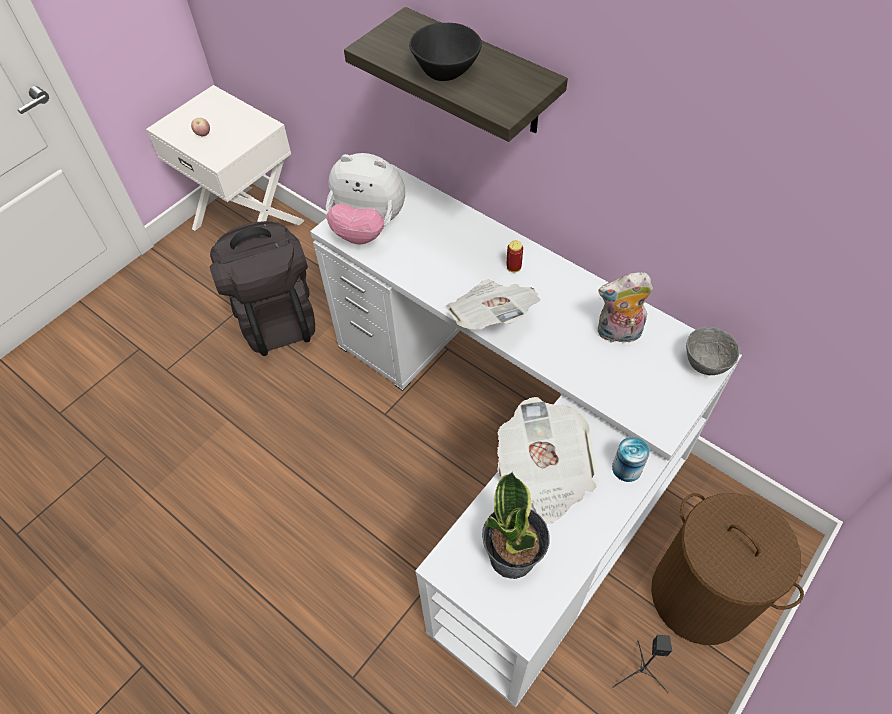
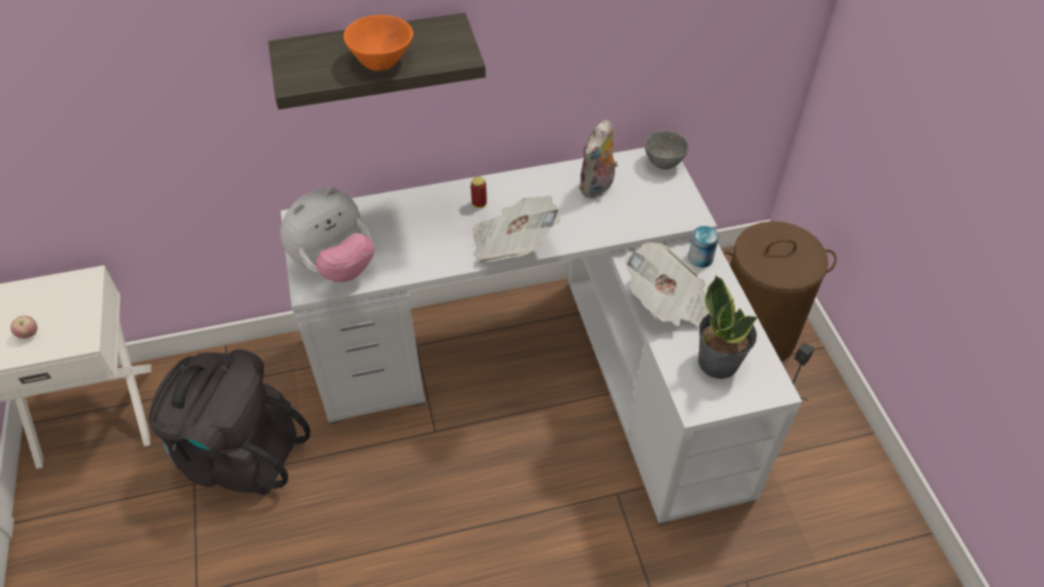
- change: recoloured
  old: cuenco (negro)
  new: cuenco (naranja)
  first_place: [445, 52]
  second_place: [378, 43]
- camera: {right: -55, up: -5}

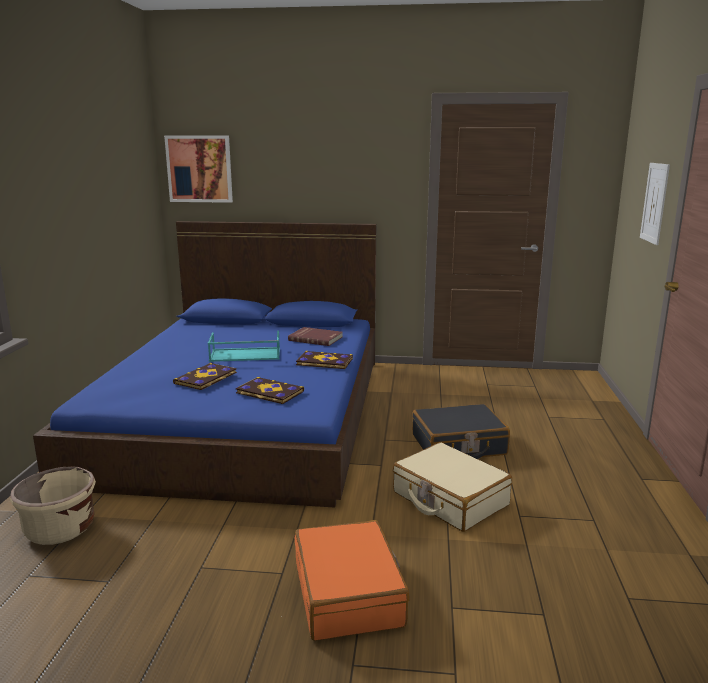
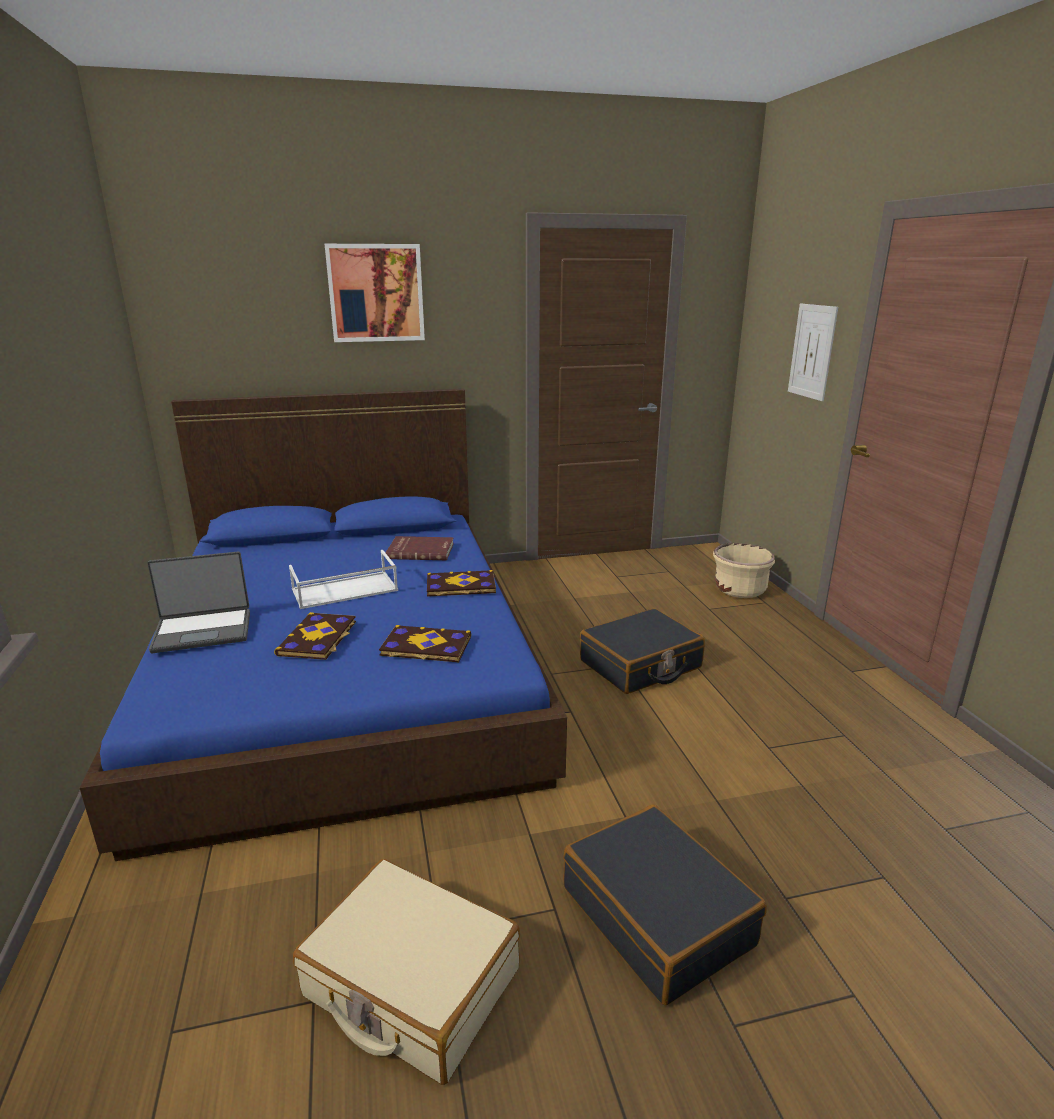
- change: added
  new: portátil
  second_place: [198, 602]
- change: moved
  old: maceta (beis)
  first_place: [53, 505]
  second_place: [744, 570]
- change: moved
  old: cuadro
  first_place: [198, 169]
  second_place: [375, 293]
- change: moved
  old: maleta (beis)
  first_place: [452, 487]
  second_place: [406, 972]
- change: recoloured
  old: bandeja (turquesa)
  new: bandeja (blanco)
  first_place: [244, 346]
  second_place: [343, 579]
- change: recoloured
  old: maleta (naranja)
  new: maleta (negro)
  first_place: [352, 580]
  second_place: [664, 904]
- camera: {right: -20, up: 5}

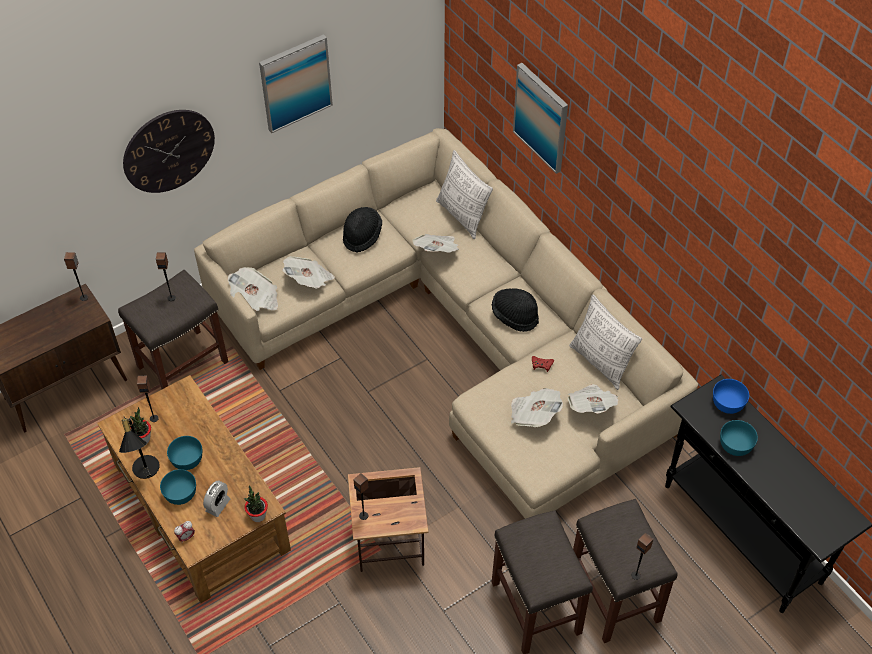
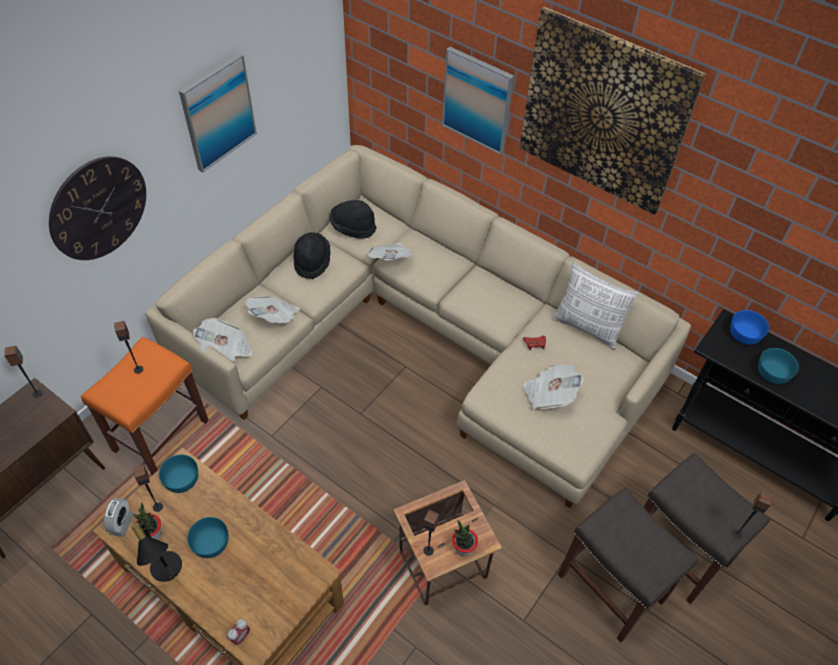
- change: removed
  old: cojín
  first_place: [464, 194]
- change: removed
  old: periódico
  first_place: [593, 399]
- change: added
  new: cuadro
  second_place: [612, 111]
- change: moved
  old: cuenco (turquesa)
  first_place: [178, 487]
  second_place: [178, 474]
- change: moved
  old: despertador
  first_place: [216, 498]
  second_place: [119, 517]
- change: moved
  old: planta en maceta
  first_place: [256, 503]
  second_place: [465, 538]
- change: moved
  old: sombrero (negro)
  first_place: [515, 310]
  second_place: [353, 219]
- change: recoloured
  old: taburete (gris)
  new: taburete (naranja)
  first_place: [173, 329]
  second_place: [145, 406]
- camera: {right: -20, up: 0}

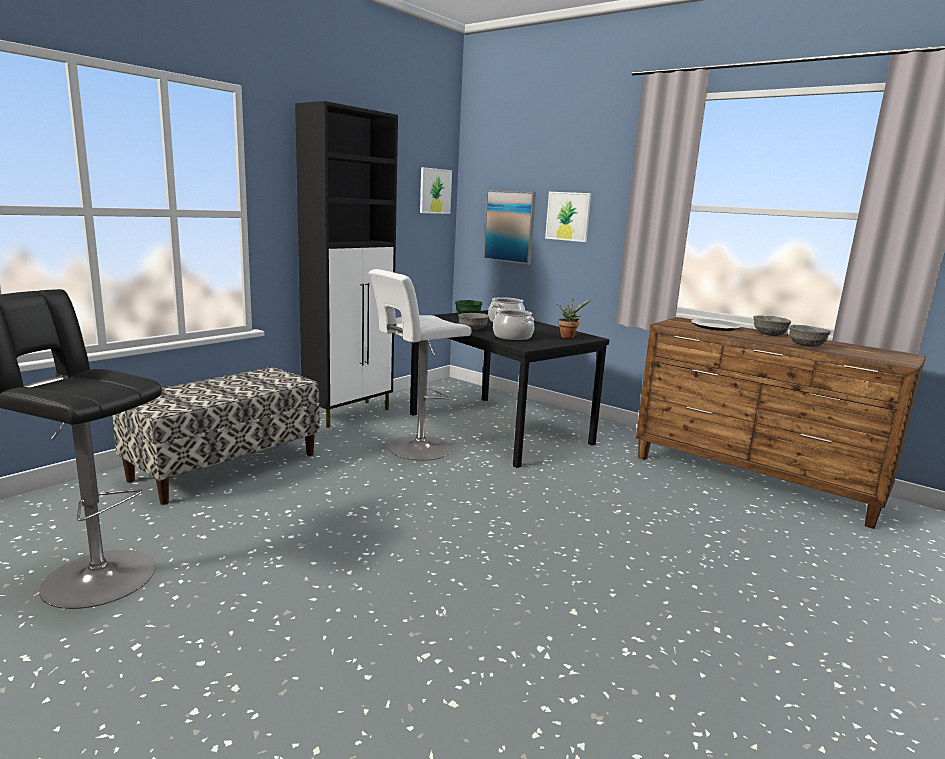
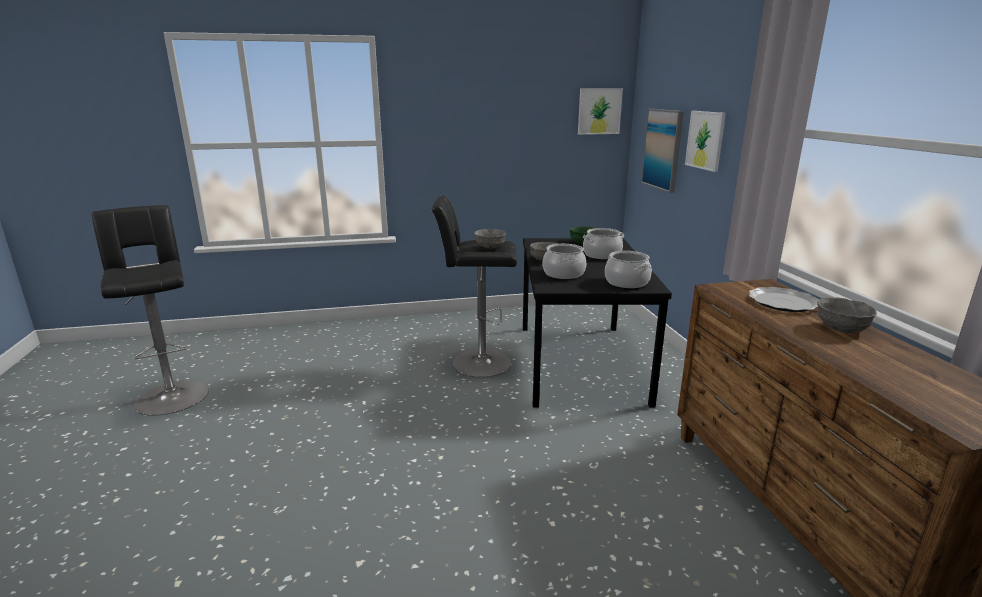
- change: removed
  old: banco
  first_place: [216, 436]
- change: removed
  old: armario (negro)
  first_place: [346, 264]
- change: moved
  old: cuenco (gris)
  first_place: [810, 336]
  second_place: [490, 239]
- change: replaced
  old: planta en maceta
  new: olla
  first_place: [574, 319]
  second_place: [628, 269]
- change: recoloured
  old: taburete (blanco)
  new: taburete (negro)
  first_place: [420, 365]
  second_place: [474, 286]
- camera: {right: 40, up: 5}

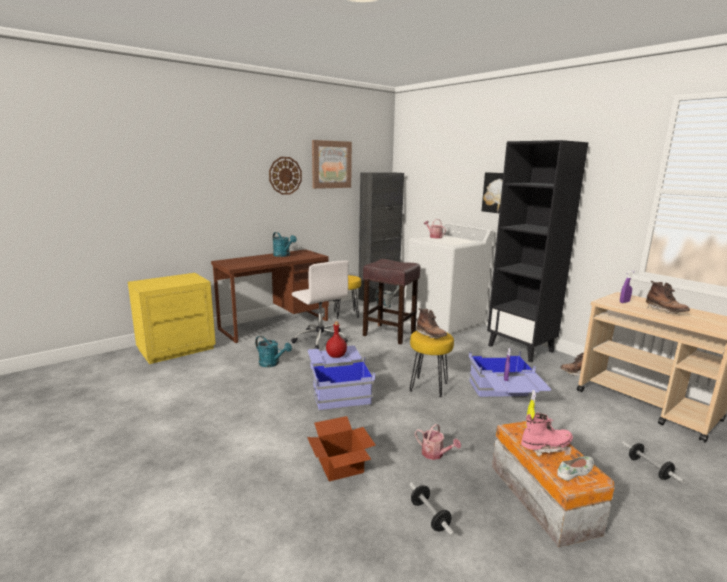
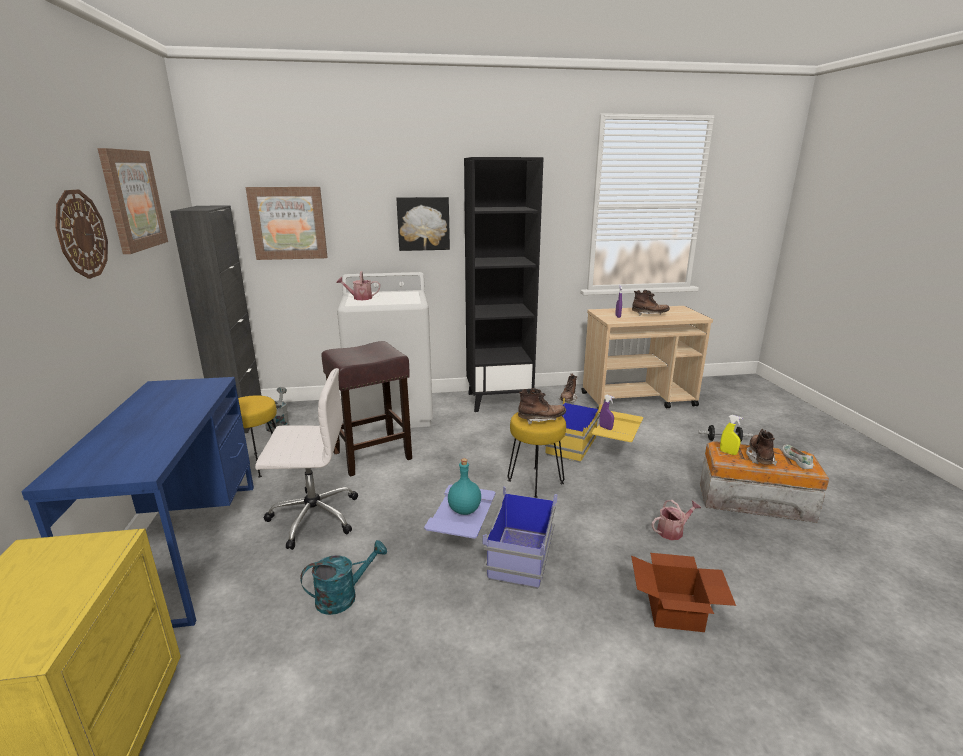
- change: removed
  old: regadera (turquesa)
  first_place: [285, 244]
- change: removed
  old: mancuerna
  first_place: [432, 509]
- change: added
  new: cuadro
  second_place: [287, 223]
- change: recoloured
  old: escritorio (marrón)
  new: escritorio (azul)
  first_place: [270, 296]
  second_place: [137, 502]
- change: recoloured
  old: botella (rojo)
  new: botella (turquesa)
  first_place: [336, 339]
  second_place: [464, 486]
- change: recoloured
  old: caja de almacenaje (azul)
  new: caja de almacenaje (amarillo)
  first_place: [509, 374]
  second_place: [593, 430]
- change: recoloured
  old: bota (rosa)
  new: bota (marrón)
  first_place: [547, 435]
  second_place: [761, 447]
- camera: {right: -60, up: 5}

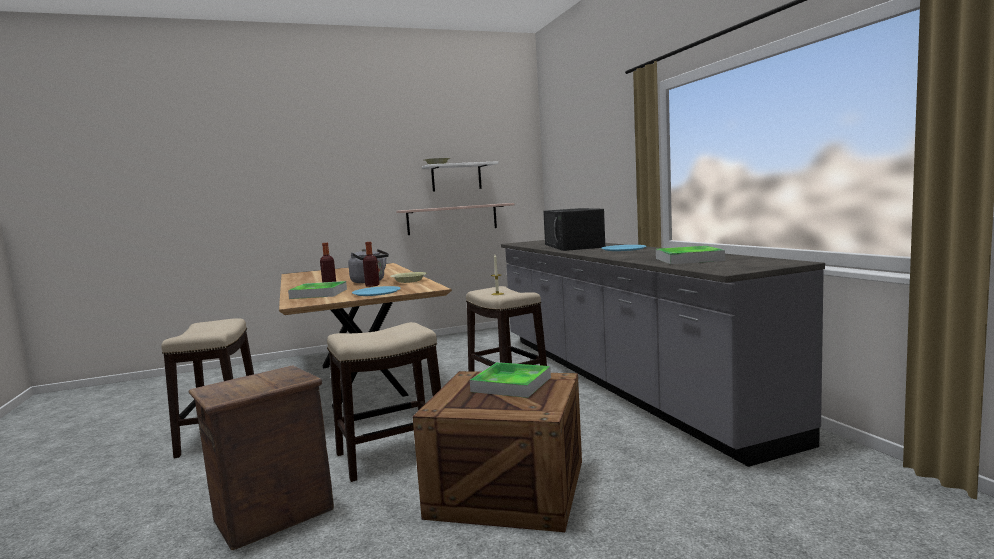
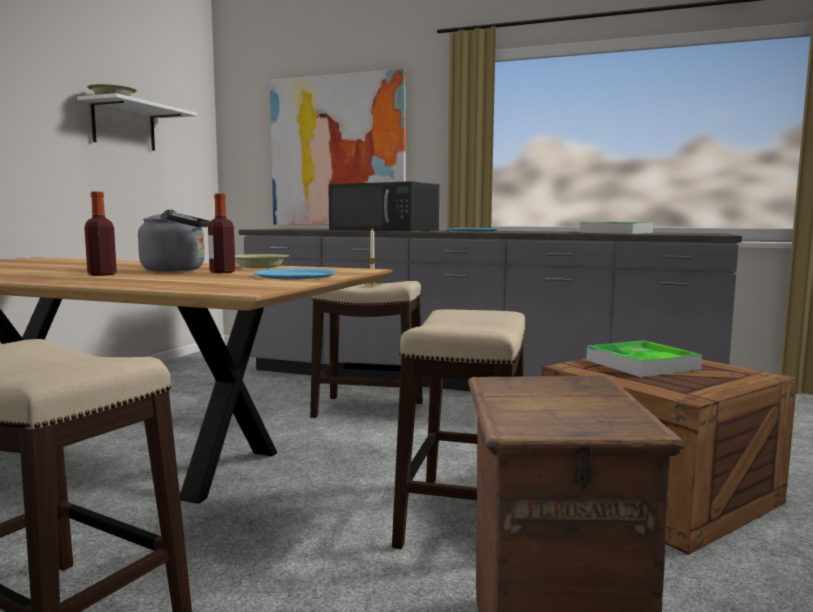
- change: removed
  old: bandeja
  first_place: [317, 290]
- change: removed
  old: estante
  first_place: [455, 219]
- change: added
  new: cuadro
  second_place: [338, 147]
- camera: {right: -50, up: 0}

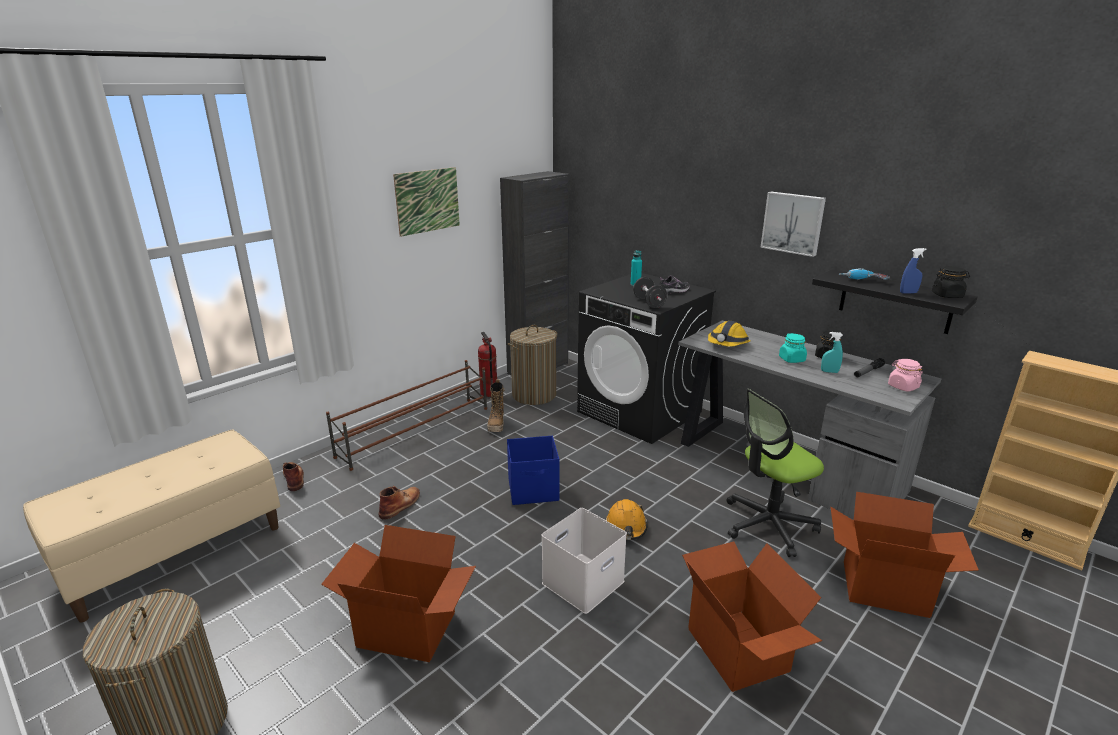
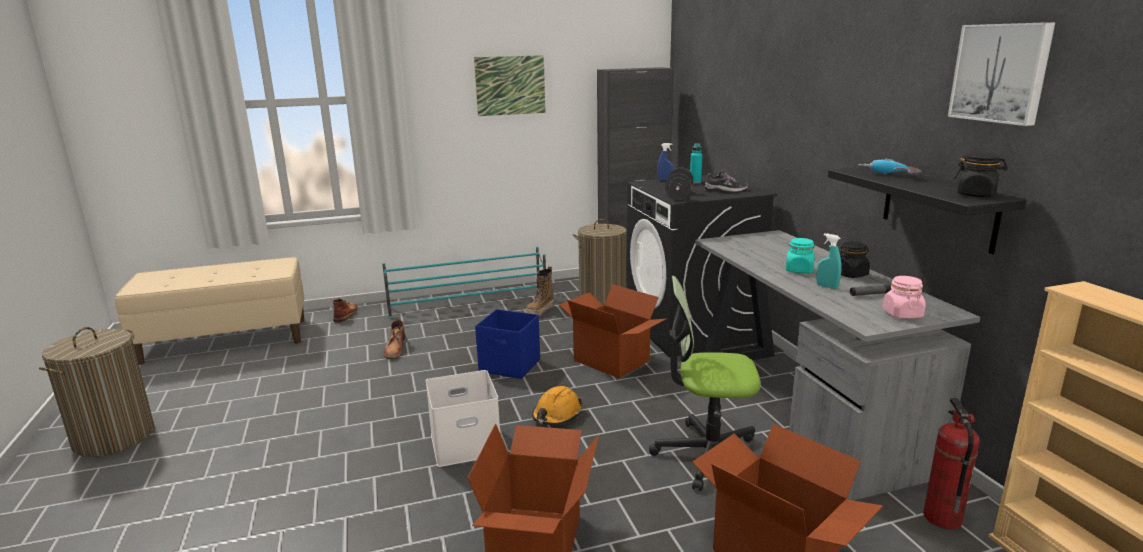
- change: removed
  old: casco
  first_place: [729, 334]
- change: moved
  old: caja de cartón
  first_place: [398, 593]
  second_place: [613, 331]
- change: moved
  old: extintor
  first_place: [487, 364]
  second_place: [951, 463]
- change: moved
  old: cuadro
  first_place: [793, 224]
  second_place: [1001, 74]
- change: moved
  old: pulverizador (azul)
  first_place: [913, 271]
  second_place: [665, 162]
- change: recoloured
  old: zapatero (marrón)
  new: zapatero (turquesa)
  first_place: [406, 415]
  second_place: [464, 282]
- change: turned
  old: bota (marrón)
  first_place: [399, 502]
  second_place: [395, 339]
  degrees: 120
- camera: {right: 30, up: -5}

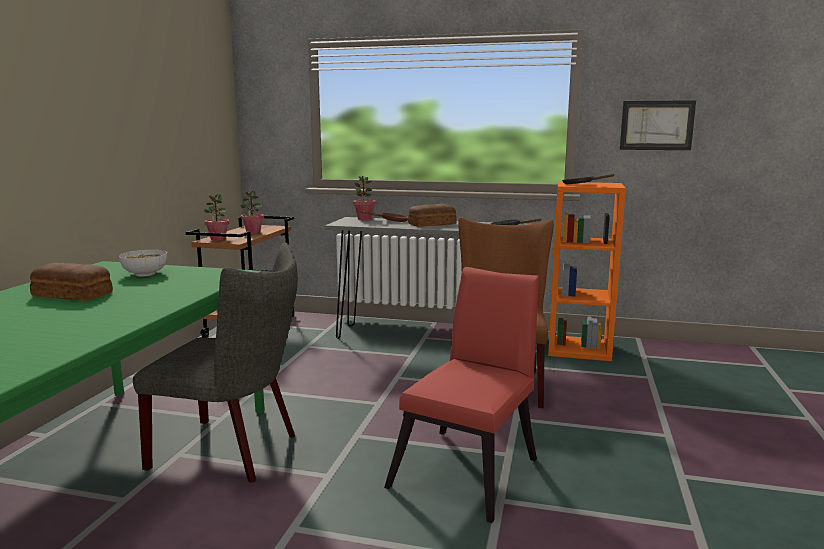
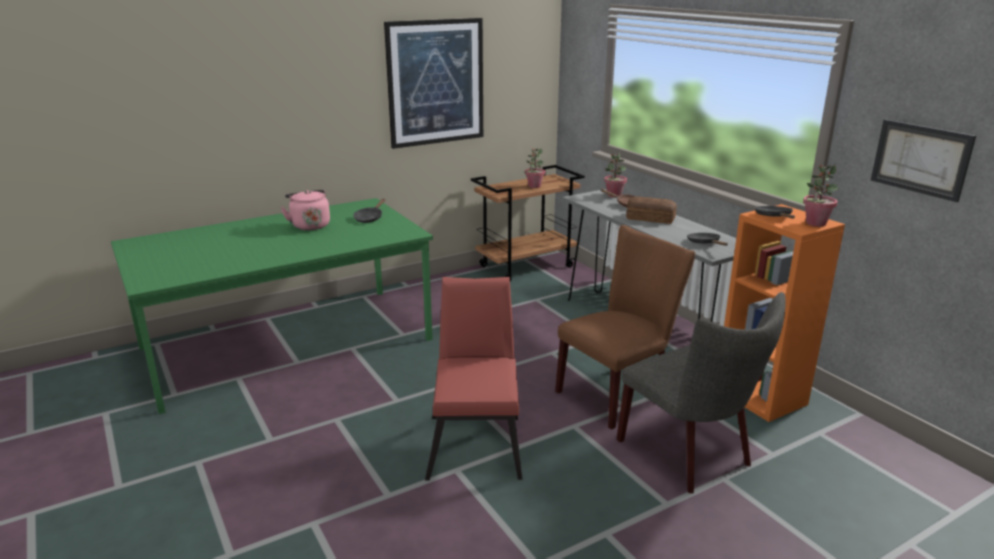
- change: added
  new: cuadro
  second_place: [433, 83]
- change: moved
  old: silla (gris)
  first_place: [215, 363]
  second_place: [701, 392]
- change: moved
  old: planta en maceta
  first_place: [216, 217]
  second_place: [820, 196]
- change: replaced
  old: pan
  new: hervidor (rosa)
  first_place: [71, 282]
  second_place: [305, 210]
- change: replaced
  old: cuenco
  new: sartén (negro)
  first_place: [143, 263]
  second_place: [369, 211]
- change: turned
  old: silla (rojo)
  first_place: [461, 395]
  second_place: [473, 378]
  degrees: -75
- camera: {right: 45, up: 10}

